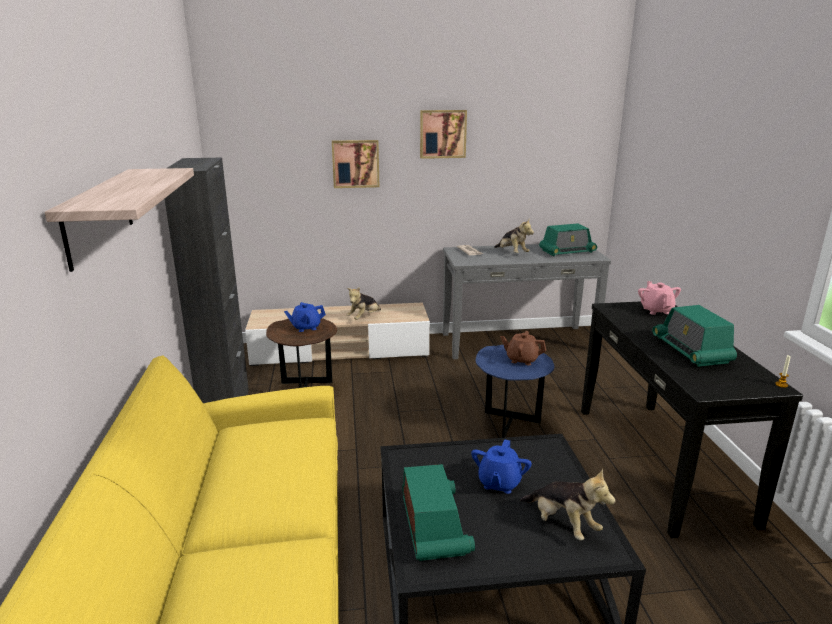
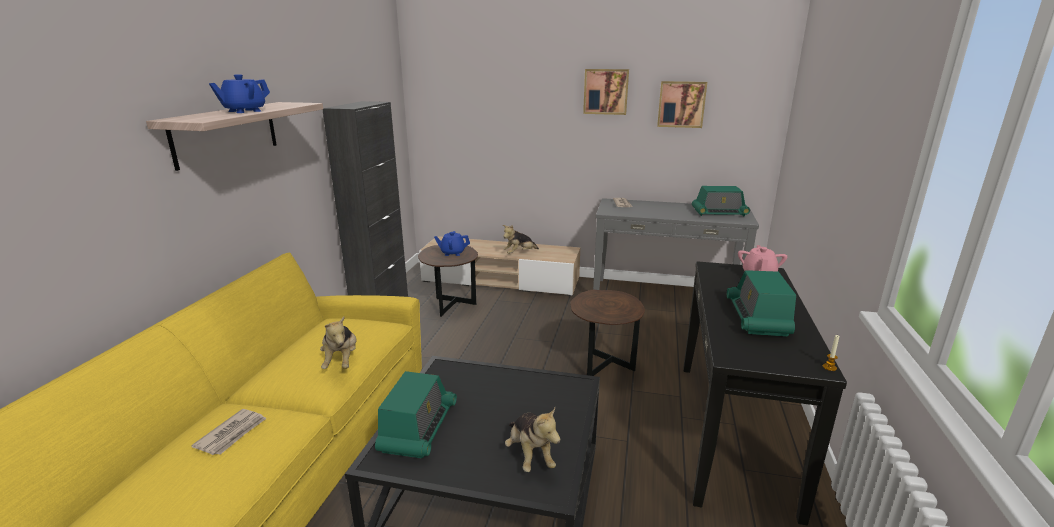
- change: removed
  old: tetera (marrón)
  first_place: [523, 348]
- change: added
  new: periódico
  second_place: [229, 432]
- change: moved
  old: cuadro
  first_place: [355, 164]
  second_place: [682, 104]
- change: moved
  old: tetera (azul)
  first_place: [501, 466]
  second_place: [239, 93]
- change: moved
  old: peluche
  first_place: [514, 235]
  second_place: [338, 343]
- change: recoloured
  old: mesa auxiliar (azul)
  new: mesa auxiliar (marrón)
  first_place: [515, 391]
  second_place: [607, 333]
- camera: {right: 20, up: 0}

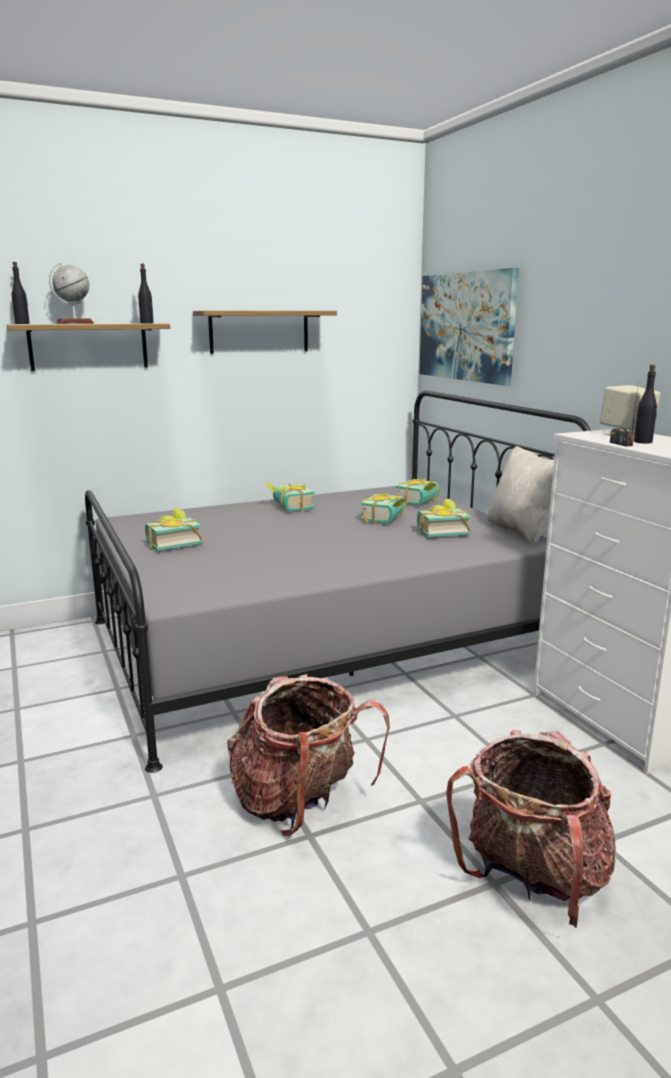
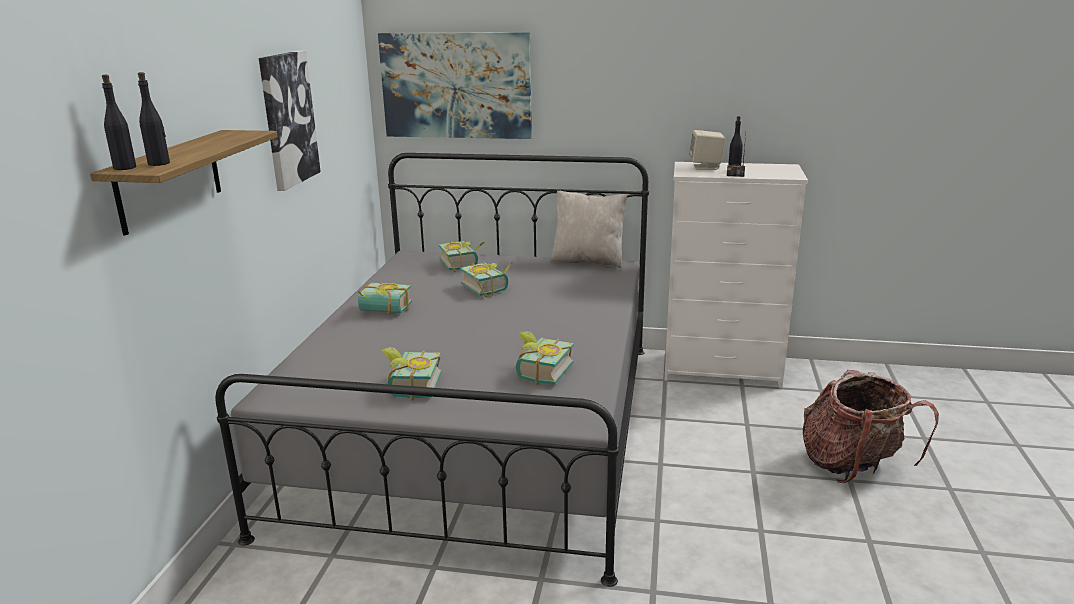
- change: removed
  old: globo terráqueo
  first_place: [71, 293]
- change: removed
  old: mochila
  first_place: [308, 755]
- change: moved
  old: botella (negro)
  first_place: [146, 293]
  second_place: [154, 119]
- change: moved
  old: libro
  first_place: [444, 518]
  second_place: [544, 358]
- change: replaced
  old: estante
  new: cuadro
  first_place: [265, 332]
  second_place: [290, 120]
- camera: {right: -55, up: 5}

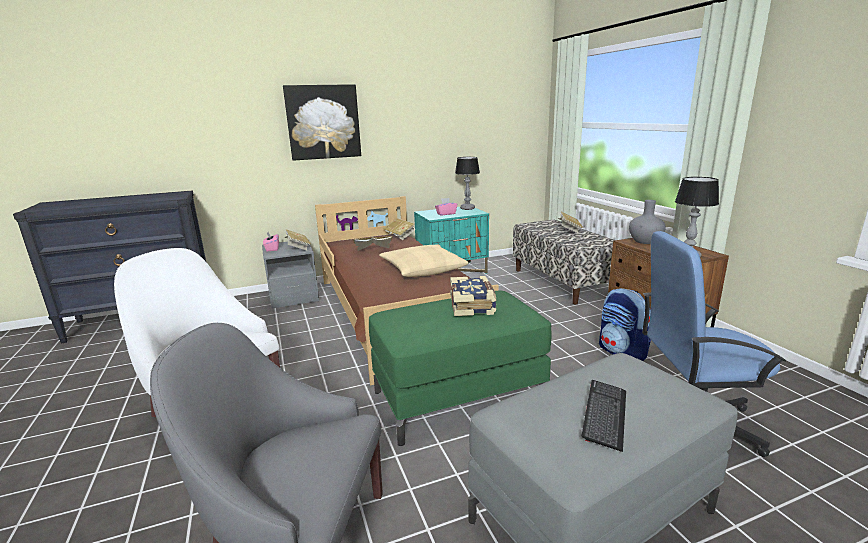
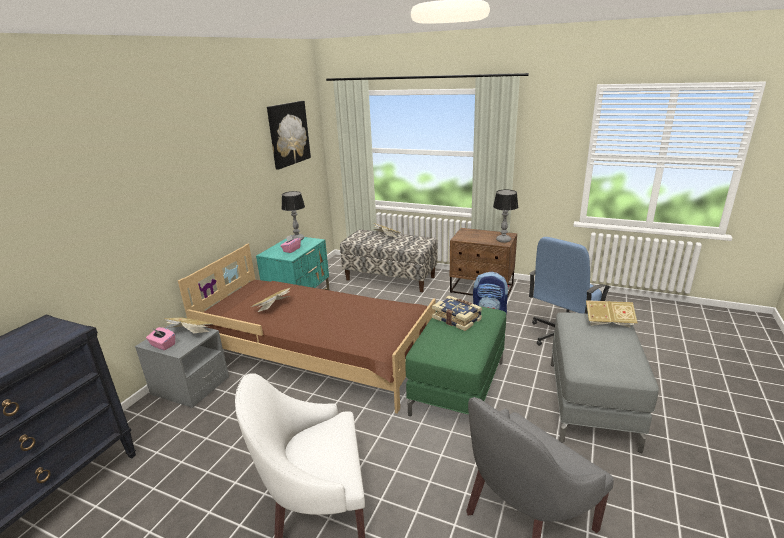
- change: removed
  old: cojín (beis)
  first_place: [424, 260]
- change: removed
  old: teclado
  first_place: [604, 416]
- change: removed
  old: florero (gris)
  first_place: [647, 222]
- change: moved
  old: cuadro
  first_place: [322, 122]
  second_place: [289, 135]
- change: moved
  old: libro
  first_place: [399, 229]
  second_place: [612, 314]
- camera: {right: -45, up: 5}

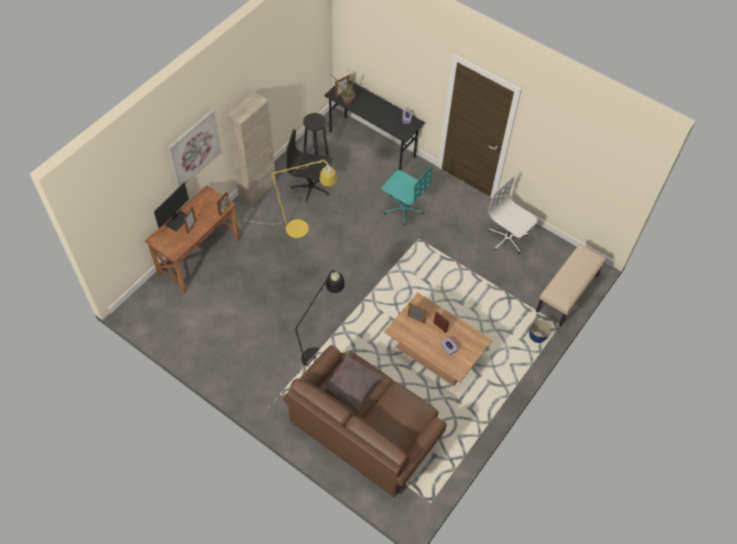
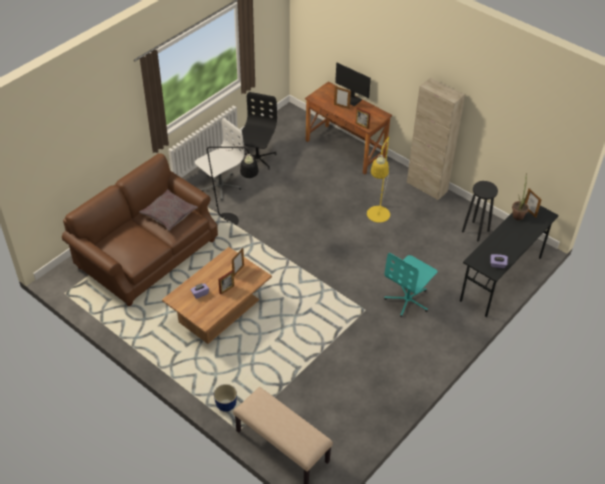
- change: removed
  old: cuadro
  first_place: [194, 149]
- change: moved
  old: silla de oficina (negro)
  first_place: [309, 166]
  second_place: [258, 131]
- change: moved
  old: silla de oficina (blanco)
  first_place: [513, 214]
  second_place: [220, 159]
- camera: {right: 95, up: -10}

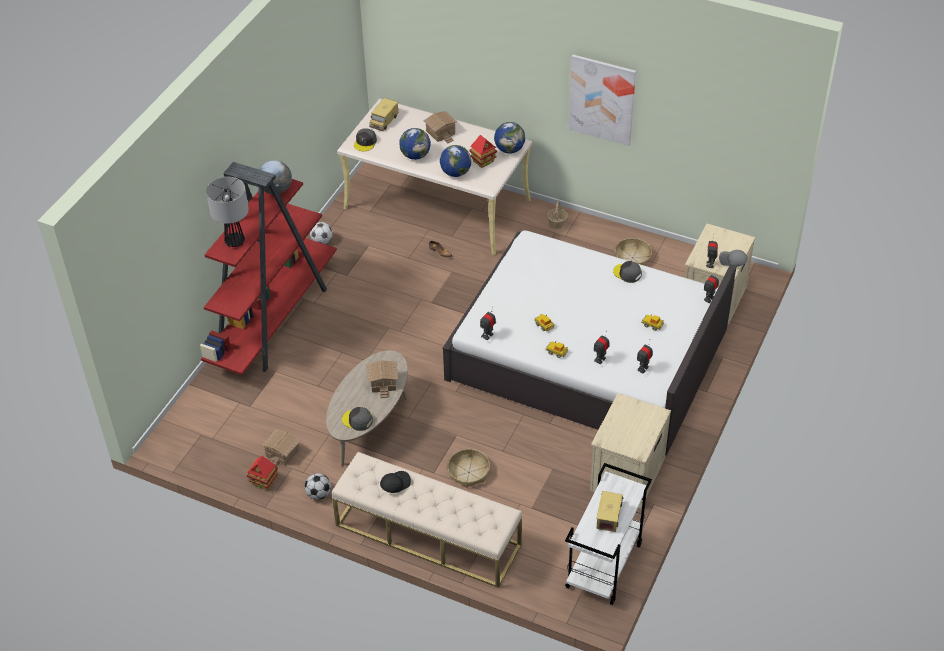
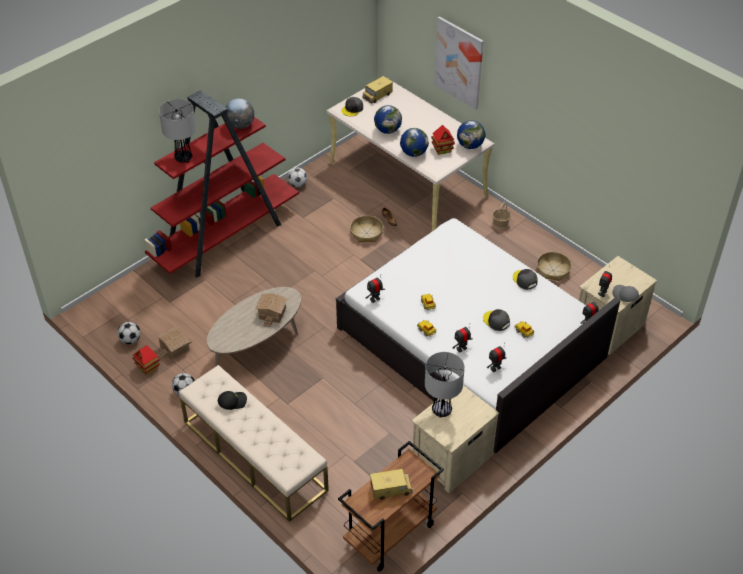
- change: removed
  old: casita
  first_place: [440, 127]
- change: added
  new: balón de fútbol
  second_place: [129, 333]
- change: added
  new: lámpara de mesa
  second_place: [445, 385]
- change: moved
  old: gorra (gris)
  first_place: [357, 419]
  second_place: [496, 320]
- change: moved
  old: cesta
  first_place: [469, 468]
  second_place: [366, 229]
- change: moved
  old: cuadro
  first_place: [602, 100]
  second_place: [459, 62]
- change: recoloured
  old: carrito (blanco)
  new: carrito (marrón)
  first_place: [608, 534]
  second_place: [391, 506]
- change: turned
  old: camión de juguete
  first_place: [609, 511]
  second_place: [391, 484]
  degrees: 45
- camera: {right: 20, up: 0}

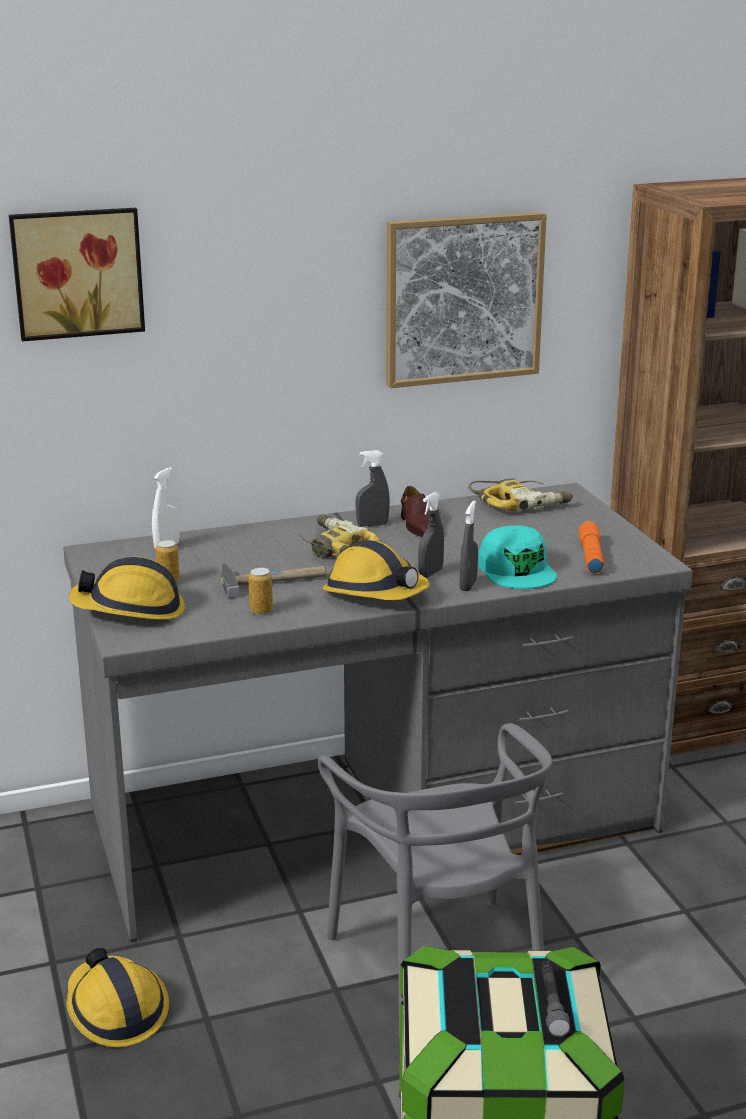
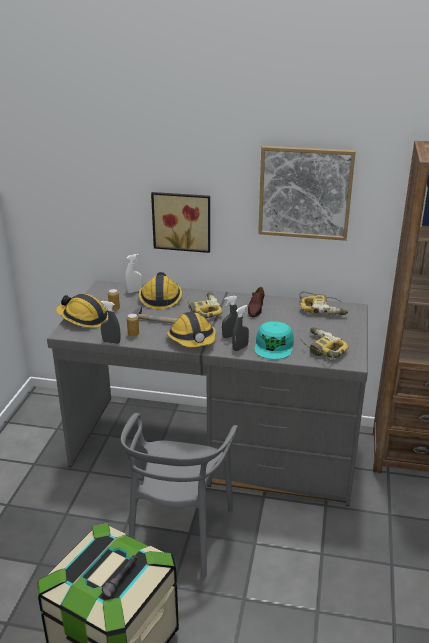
- change: moved
  old: cuadro
  first_place: [77, 274]
  second_place: [180, 222]
- change: moved
  old: casco
  first_place: [117, 997]
  second_place: [160, 290]
- change: moved
  old: pulverizador (gris)
  first_place: [372, 488]
  second_place: [110, 322]
- change: replaced
  old: linterna (naranja)
  new: taladro
  first_place: [591, 547]
  second_place: [324, 344]
- camera: {right: 30, up: 5}

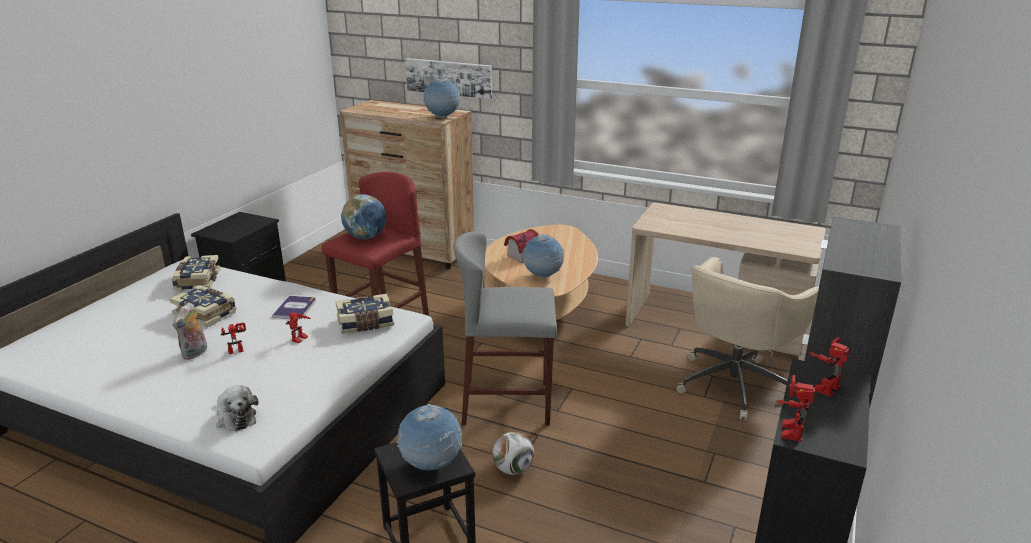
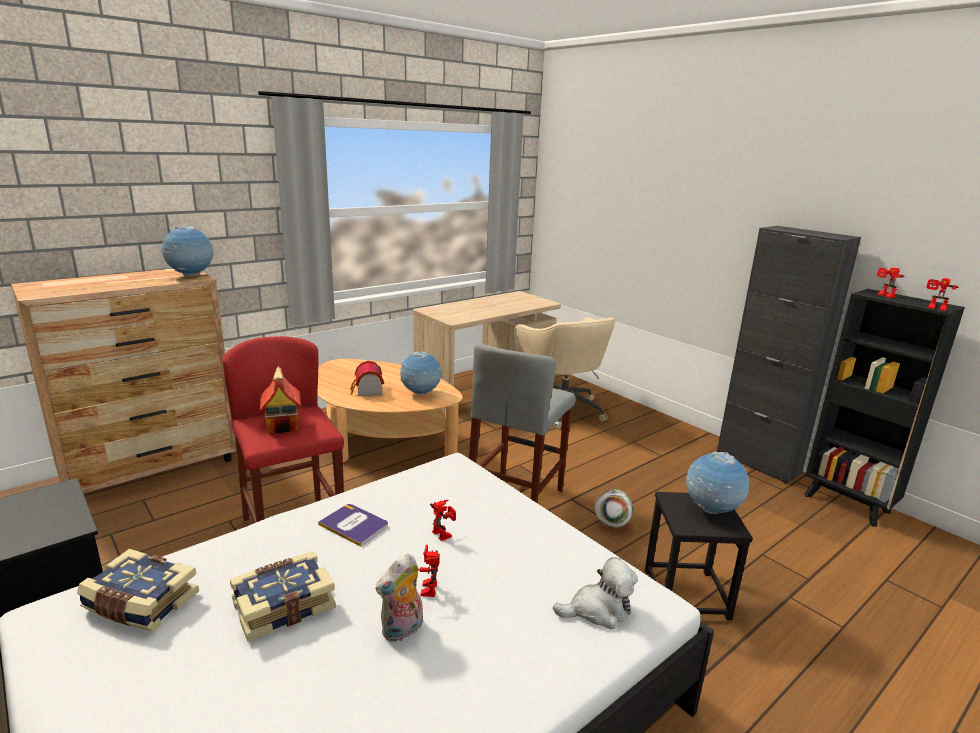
- change: removed
  old: libro
  first_place: [365, 314]
- change: removed
  old: cuadro
  first_place: [448, 78]
- change: replaced
  old: globo terráqueo
  new: casita
  first_place: [364, 216]
  second_place: [280, 400]
- change: turned
  old: peluche
  first_place: [190, 331]
  second_place: [399, 597]
  degrees: 90
- camera: {right: -65, up: -5}

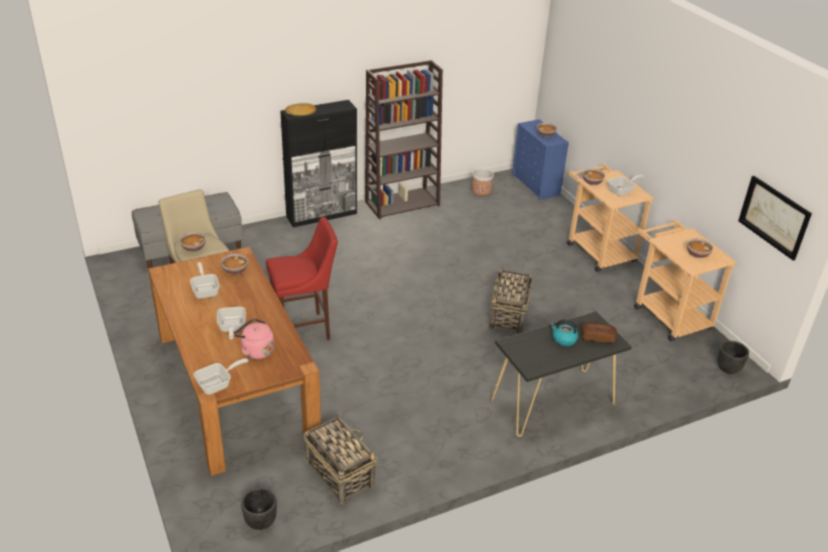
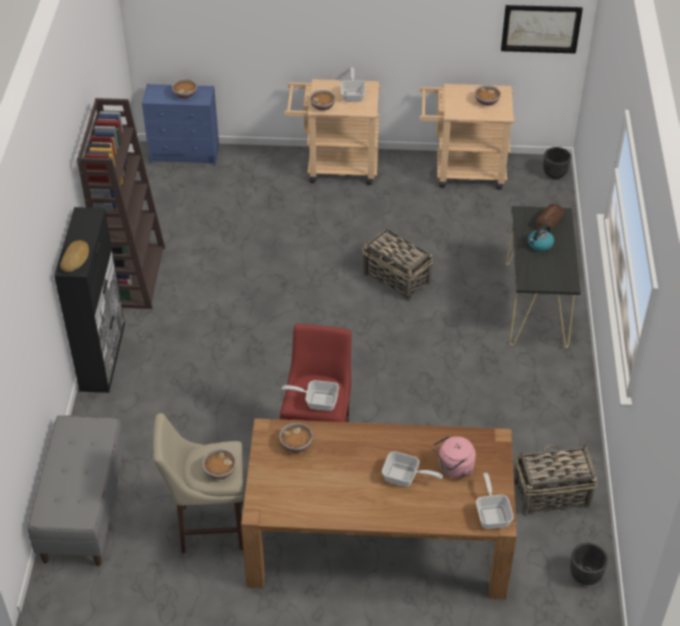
- change: removed
  old: maceta
  first_place: [482, 182]
- change: moved
  old: sartén
  first_place: [205, 280]
  second_place: [310, 395]
- camera: {right: -60, up: 10}

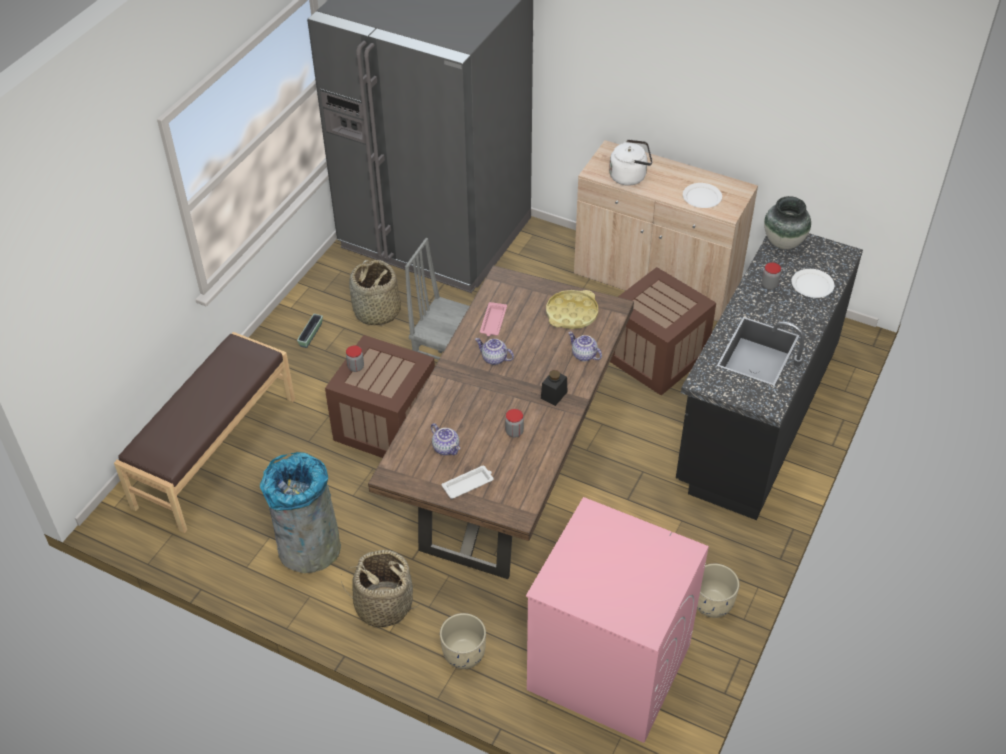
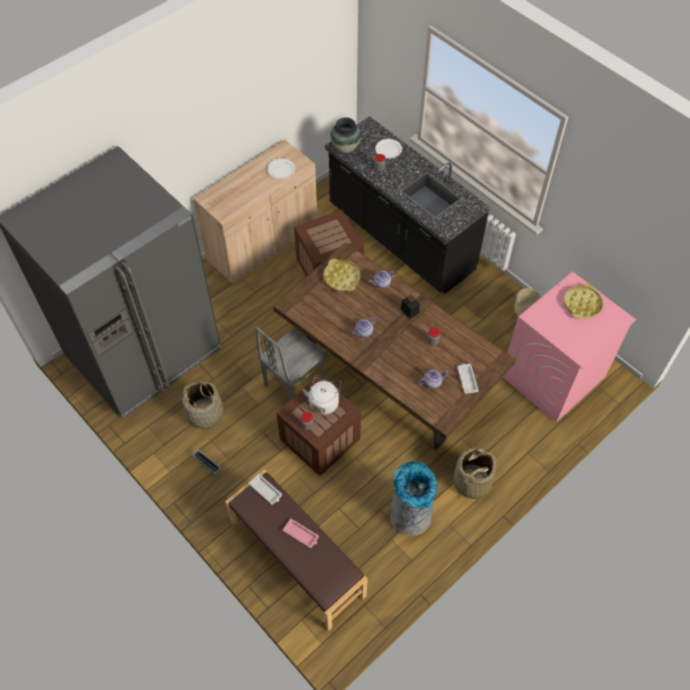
- change: removed
  old: maceta (beis)
  first_place: [463, 641]
- change: added
  new: bandeja (blanco)
  second_place: [265, 489]
- change: added
  new: bandeja (amarillo)
  second_place: [583, 302]
- change: moved
  old: bandeja (rosa)
  first_place: [493, 319]
  second_place: [301, 533]
- change: moved
  old: hervidor (blanco)
  first_place: [630, 162]
  second_place: [322, 395]
- camera: {right: -70, up: 10}

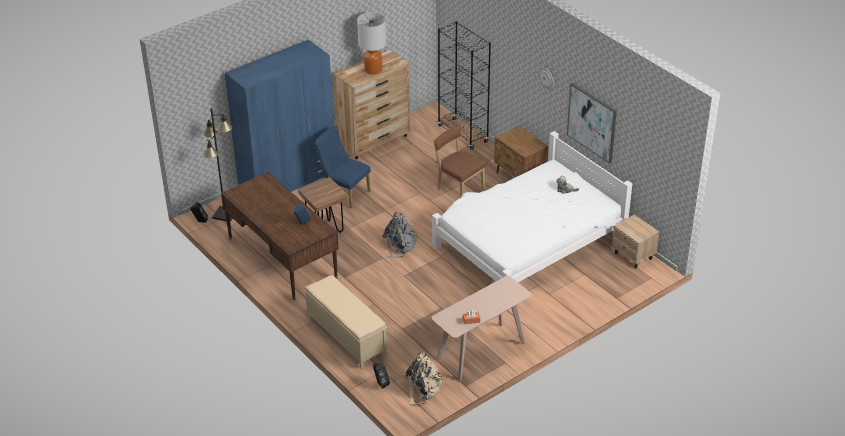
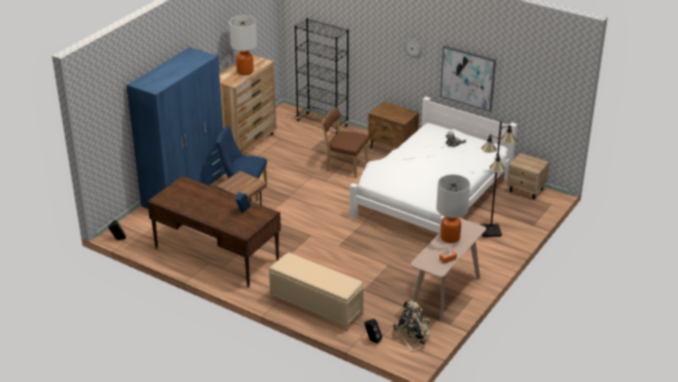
- change: removed
  old: mochila (gris)
  first_place: [400, 235]
- change: added
  new: lámpara de mesa
  second_place: [453, 208]
- change: moved
  old: lámpara de pie (negro)
  first_place: [217, 165]
  second_place: [498, 179]
- camera: {right: -20, up: -5}

